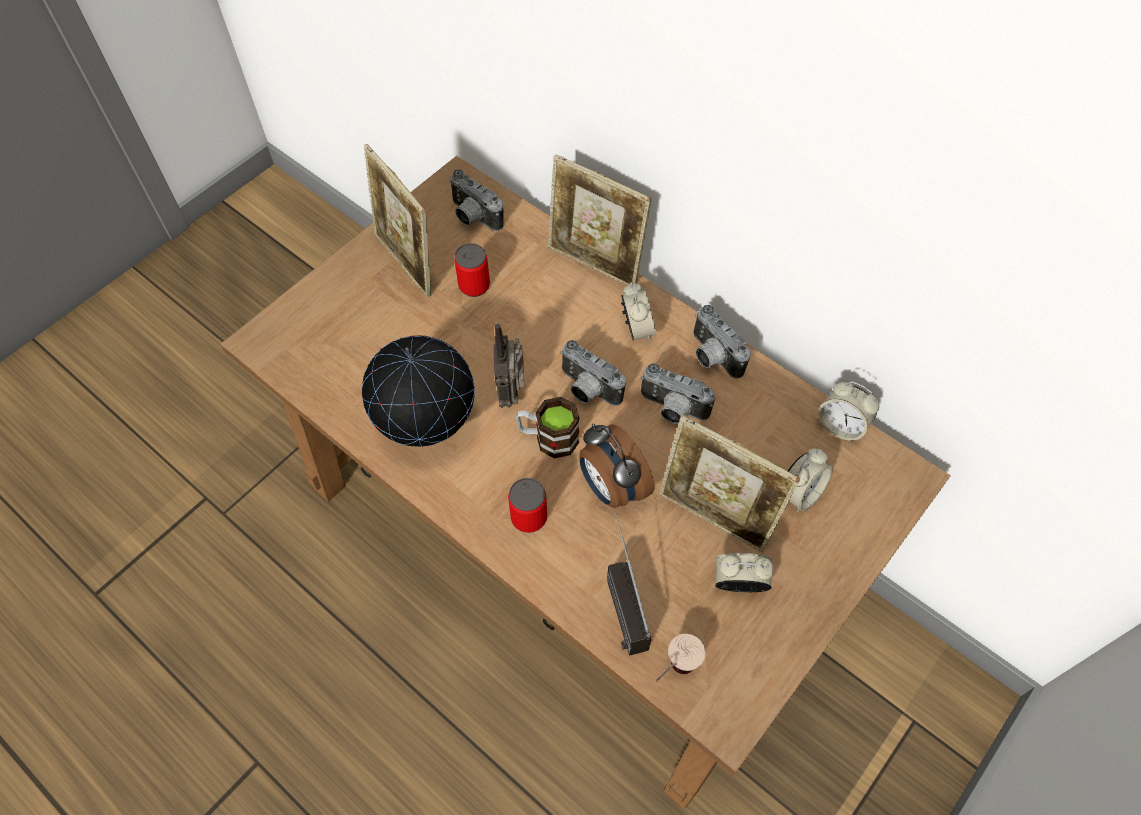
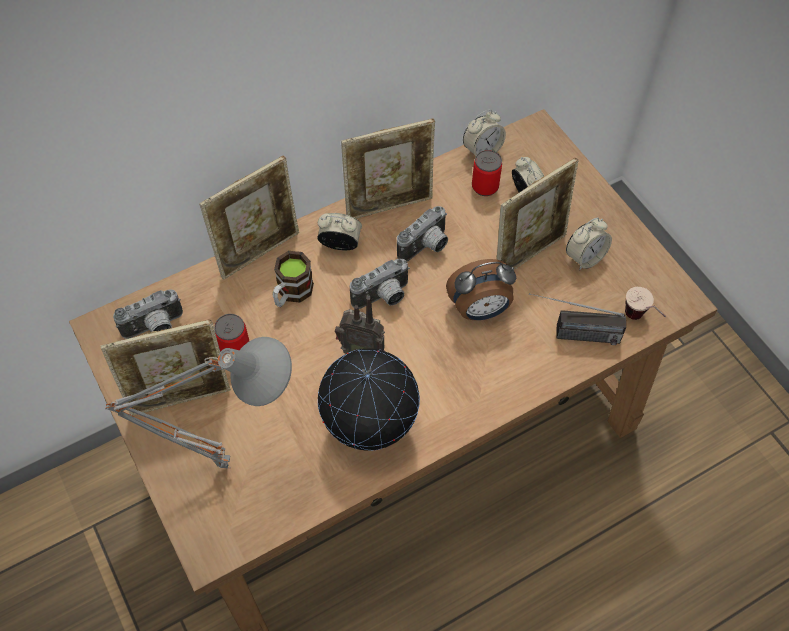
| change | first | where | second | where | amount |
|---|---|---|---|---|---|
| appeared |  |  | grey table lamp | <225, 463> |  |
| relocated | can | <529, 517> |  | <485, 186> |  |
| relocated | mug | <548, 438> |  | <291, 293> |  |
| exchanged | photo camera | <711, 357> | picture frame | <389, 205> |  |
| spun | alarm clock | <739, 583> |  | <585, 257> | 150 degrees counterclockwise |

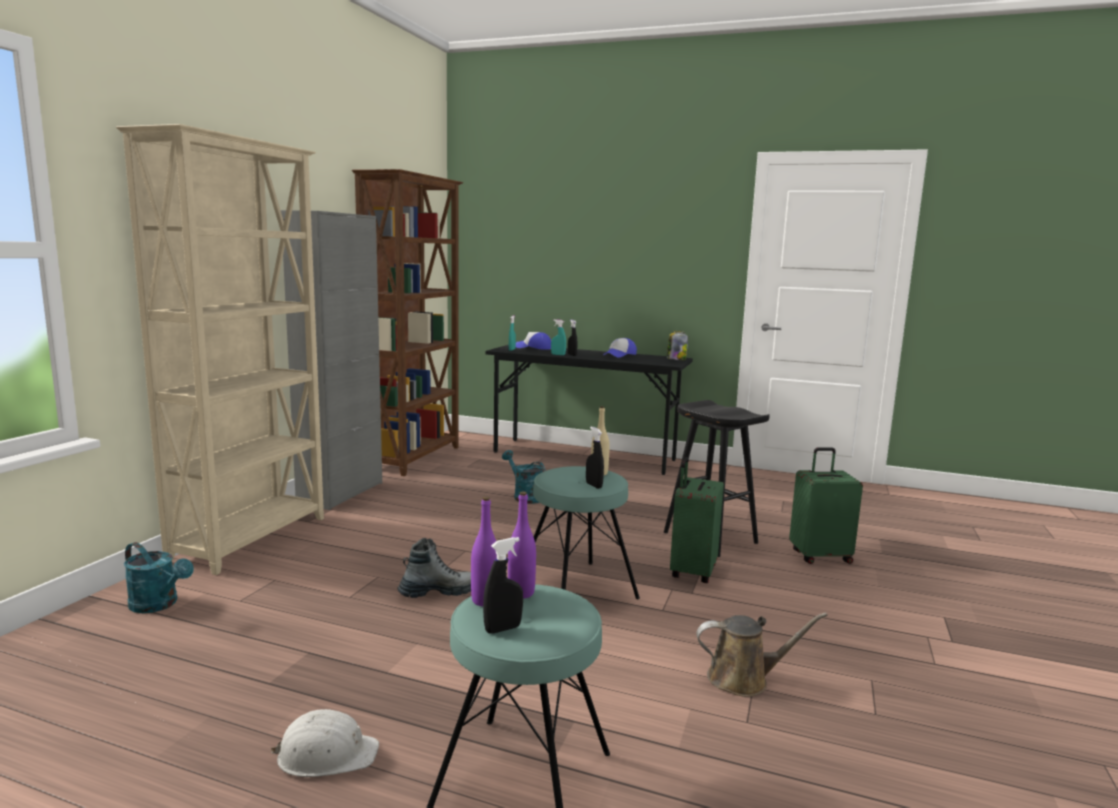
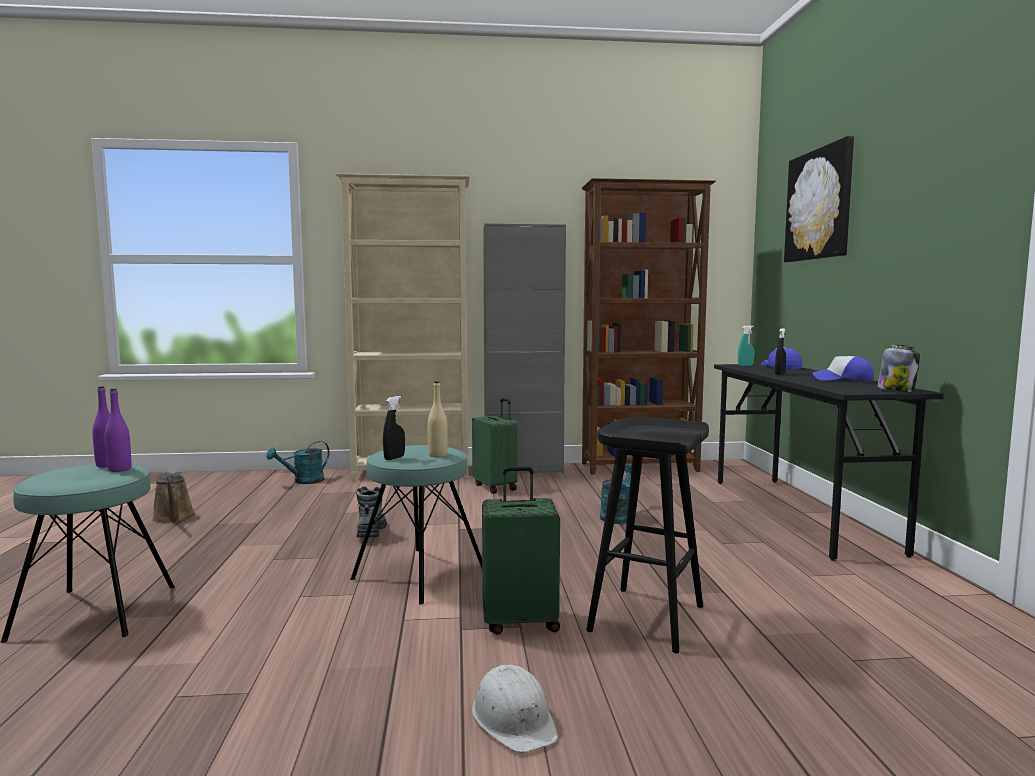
| change | first | where | second | where | amount |
|---|---|---|---|---|---|
| missing | black spray bottle | <503, 629> |  |  |  |
| missing | turquoise spray bottle | <558, 354> |  |  |  |
| appeared |  |  | picture | <819, 204> |  |
| relocated | white hard hat | <326, 755> |  | <514, 719> |  |
| relocated | brown watering can | <744, 679> |  | <173, 518> |  |
| relocated | green suitcase | <820, 556> |  | <496, 487> |  |
| spun | turquoise watering can | <159, 605> |  | <303, 481> | 45 degrees clockwise |
| spun | boot | <438, 592> |  | <371, 532> | 135 degrees counterclockwise |

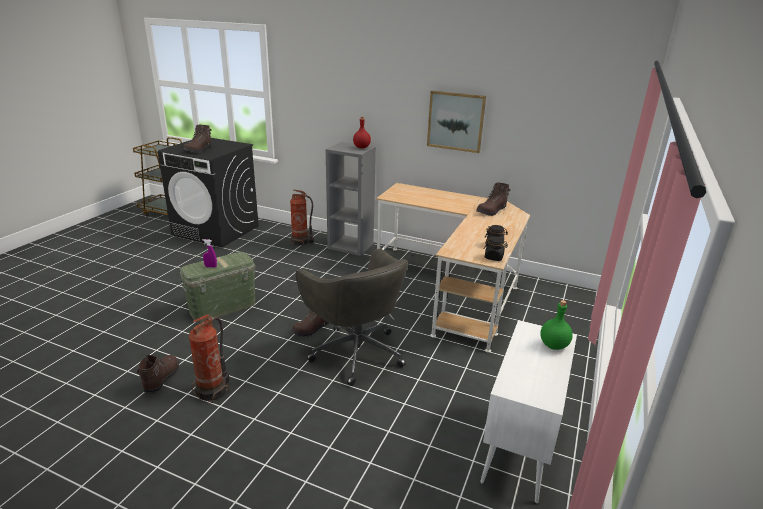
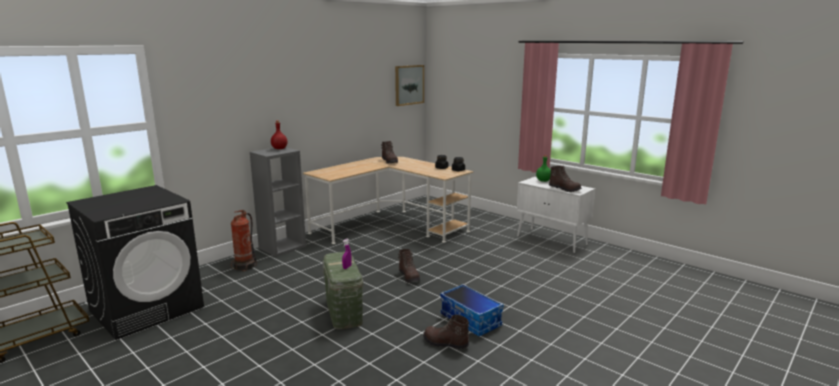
| change | first | where | second | where | amount |
|---|---|---|---|---|---|
| missing | grey office chair | <355, 351> |  |  |  |
| relocated | brown boot | <199, 150> |  | <565, 189> |  |
| relocated | picture | <456, 121> |  | <409, 85> |  |
| exchanged | fire extinguisher | <213, 390> | storage box | <471, 320> |  |

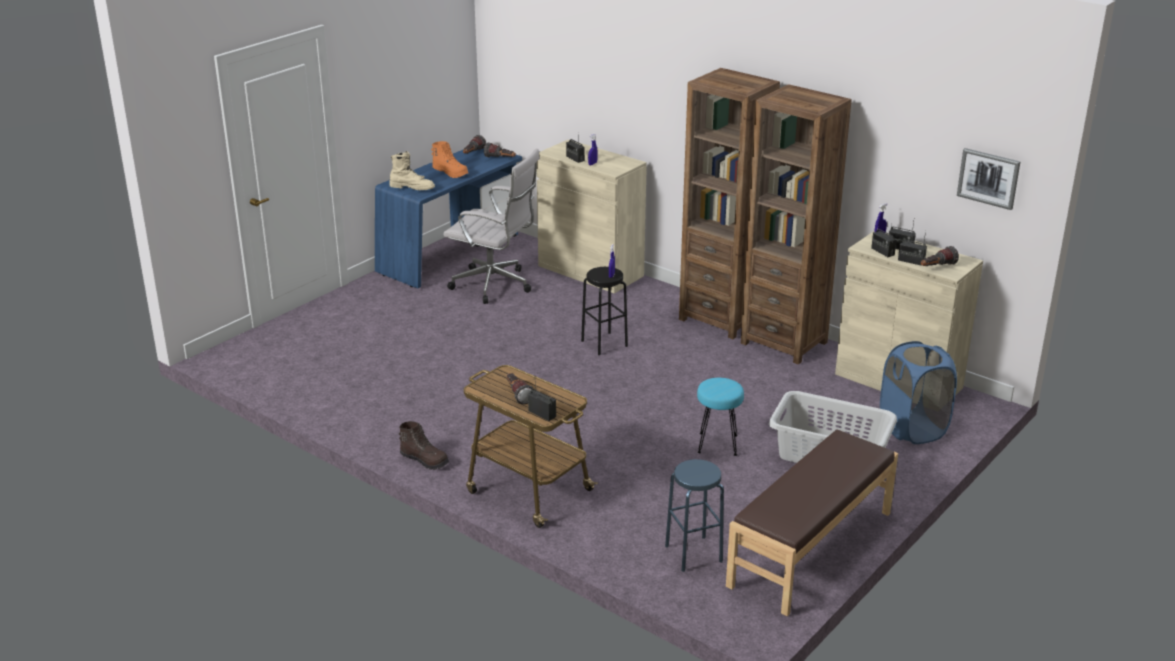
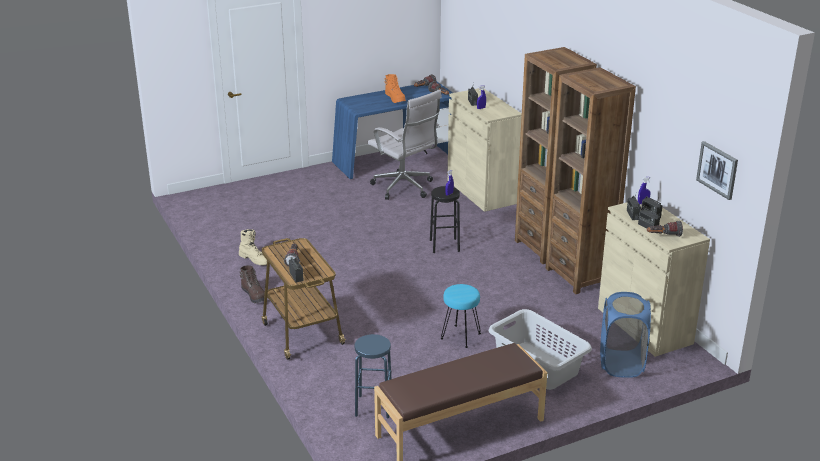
| change | first | where | second | where | amount |
|---|---|---|---|---|---|
| relocated | beige boot | <412, 188> |  | <255, 259> |  |

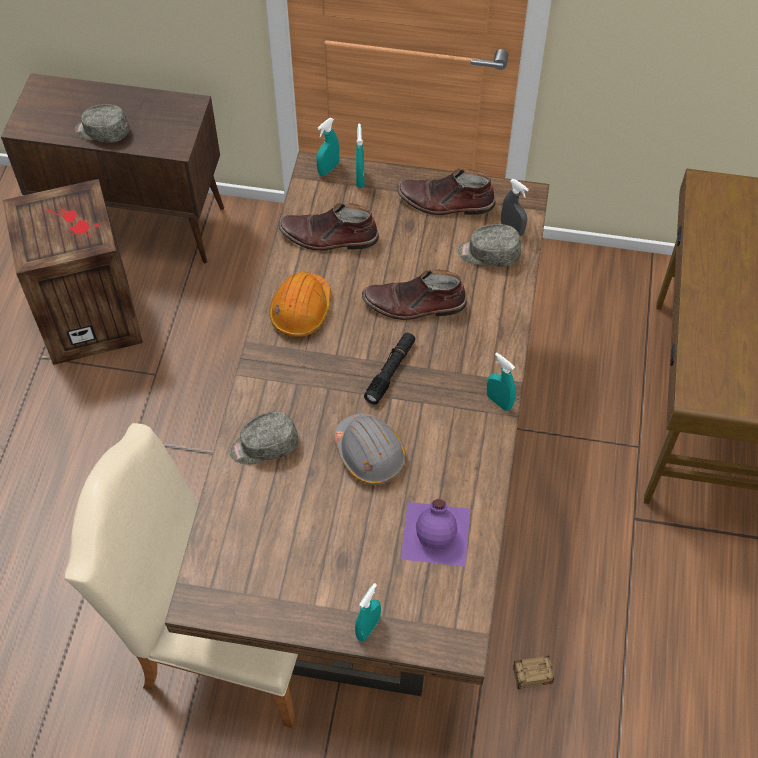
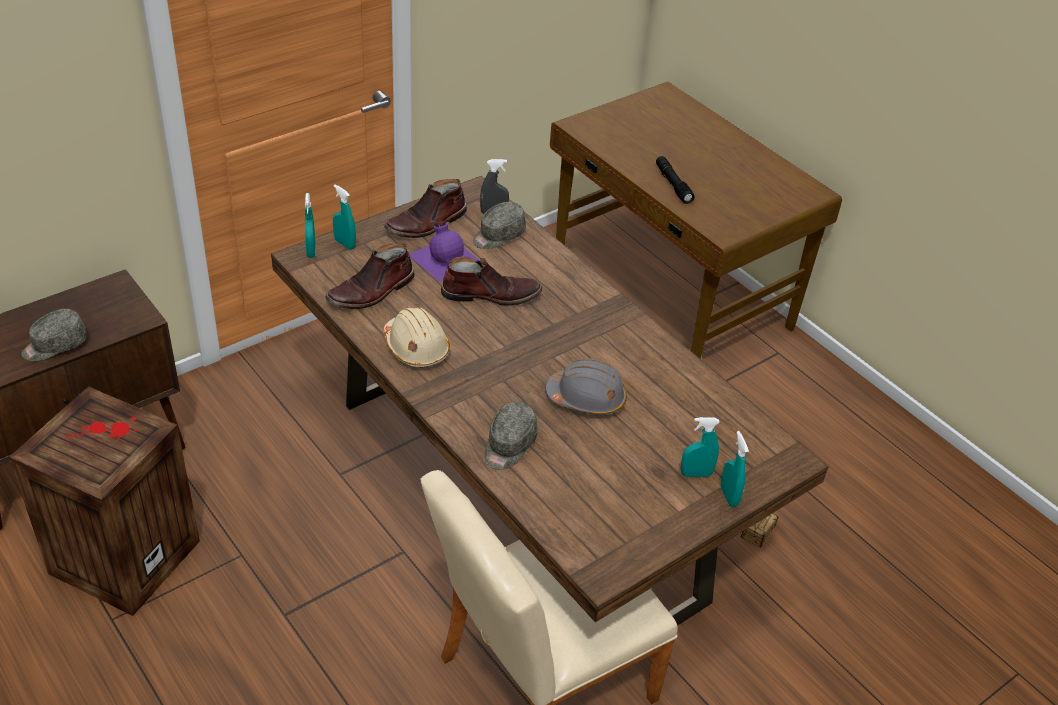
| change | first | where | second | where | amount |
|---|---|---|---|---|---|
| relocated | black flashlight | <390, 371> |  | <673, 184> |  |
| relocated | purple bottle | <437, 532> |  | <445, 257> |  |
| relocated | turquoise spray bottle | <499, 402> |  | <696, 474> |  |
| colour | orange hard hat | <301, 310> | beige hard hat | <416, 347> |  |
| spun | brown boot | <414, 305> |  | <491, 294> | 135 degrees counterclockwise |

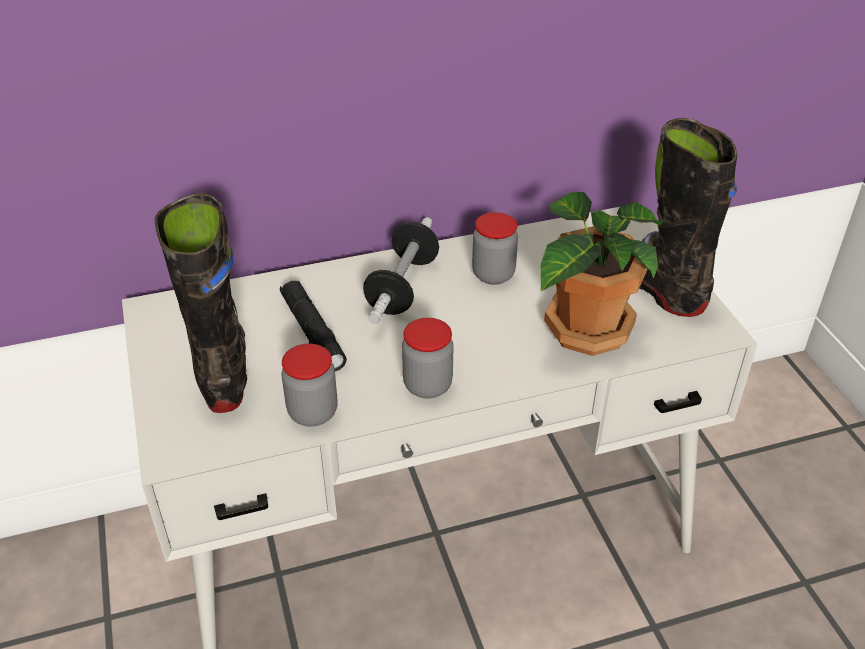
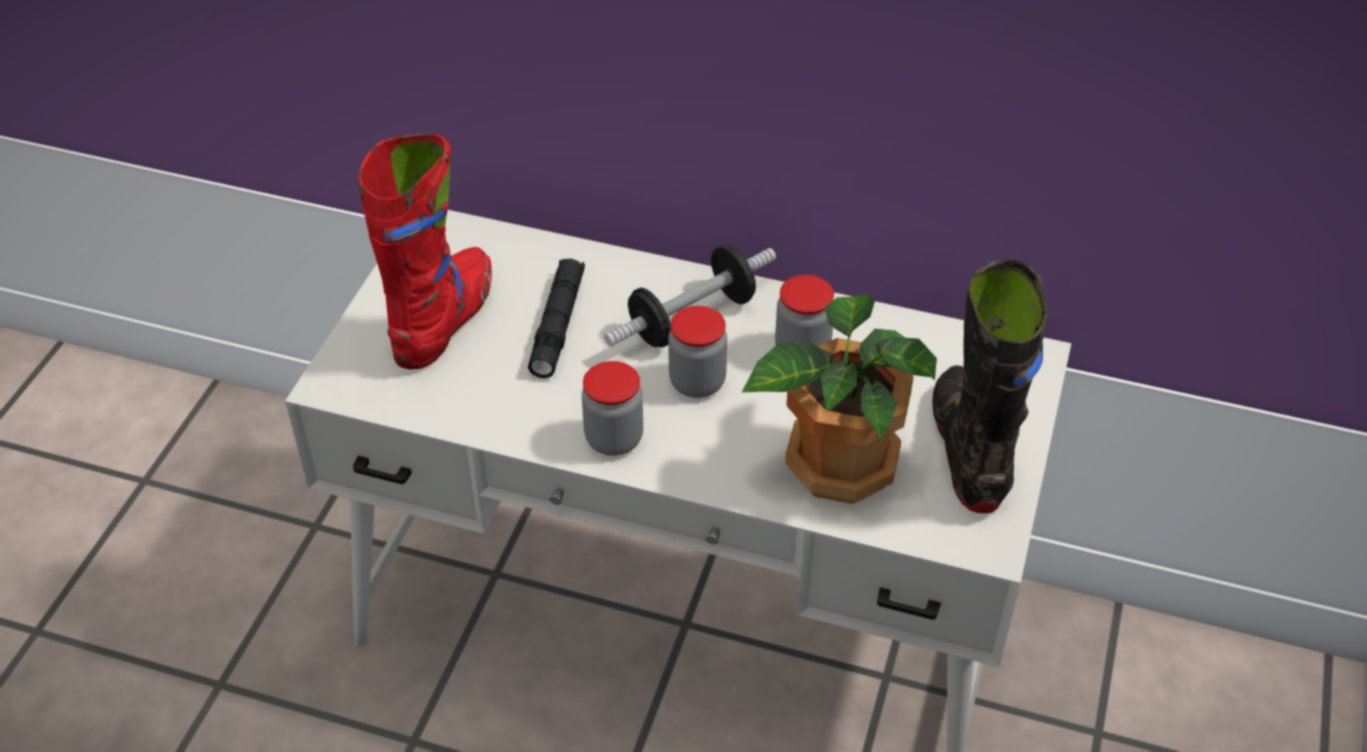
| change | first | where | second | where | amount |
|---|---|---|---|---|---|
| relocated | jar | <313, 412> |  | <697, 382> |  |
| colour | black boot | <222, 367> | red boot | <444, 320> |  |

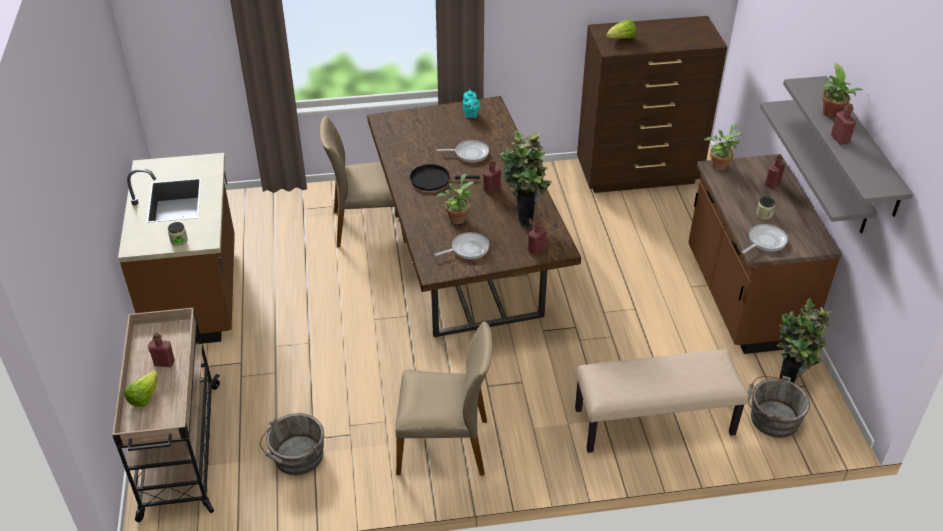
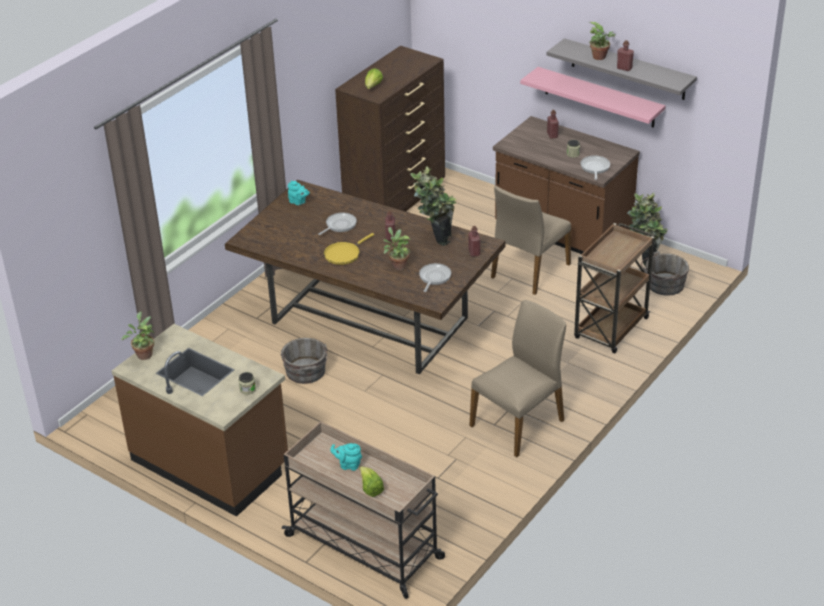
| change | first | where | second | where | amount |
|---|---|---|---|---|---|
| relocated | grey bucket | <296, 457> |  | <306, 372> |  |
| relocated | beige chair | <368, 225> |  | <529, 270> |  |
| relocated | potted plant | <719, 165> |  | <144, 354> |  |
| exchanged | red bottle | <164, 363> | turquoise teapot | <348, 465> |  |
| exchanged | beige bench | <654, 423> | brown cart | <610, 329> |  |
| colour | black frying pan | <433, 180> | yellow frying pan | <344, 254> |  |
| colour | grey shelf | <832, 167> | pink shelf | <599, 97> |  |

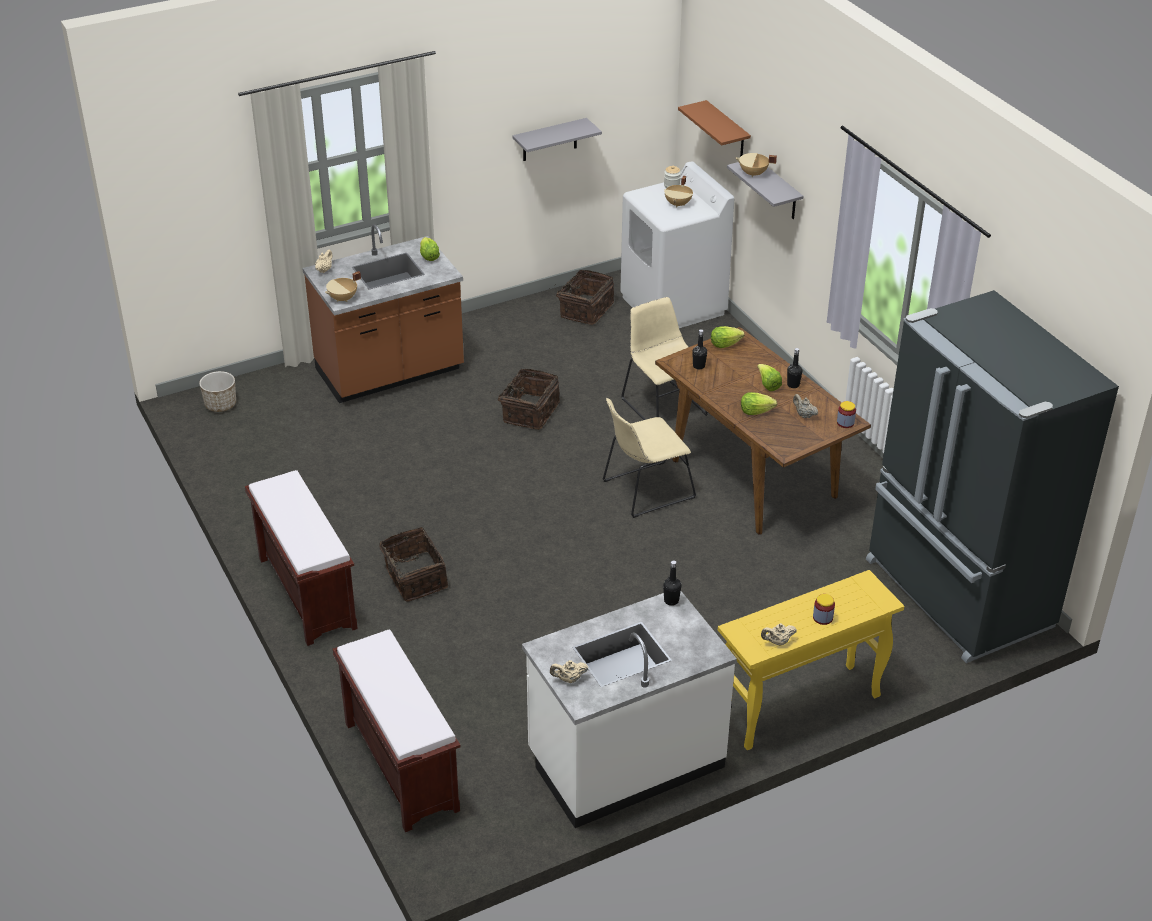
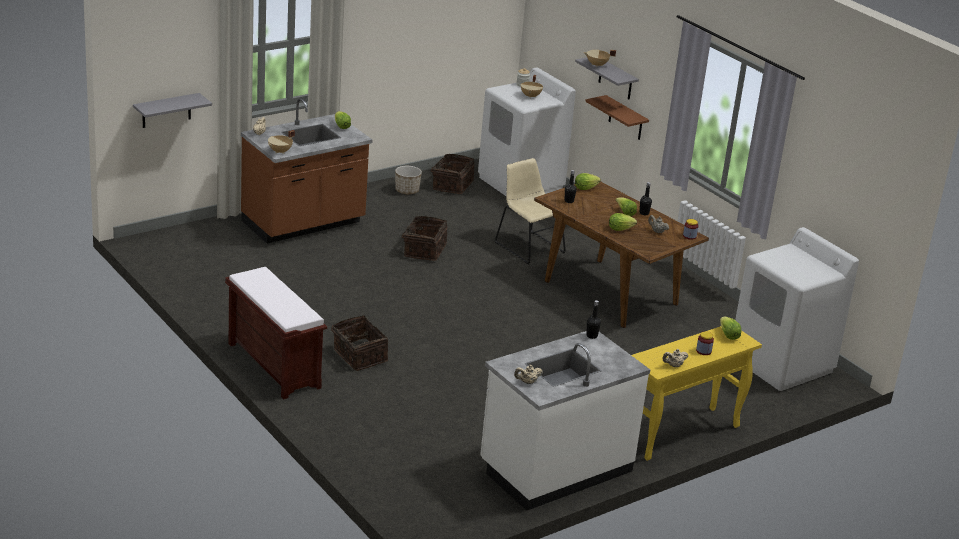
| change | first | where | second | where | amount |
|---|---|---|---|---|---|
| missing | brown bench | <399, 765> |  |  |  |
| missing | beige chair | <644, 490> |  |  |  |
| appeared |  |  | lettuce | <728, 335> |  |
| relocated | planter | <220, 405> |  | <407, 191> |  |
| relocated | grey shelf | <549, 140> |  | <166, 110> |  |
| relocated | brown shelf | <727, 131> |  | <625, 118> |  |
| exchanged | black fridge | <956, 595> | white washing machine | <781, 364> |  |

